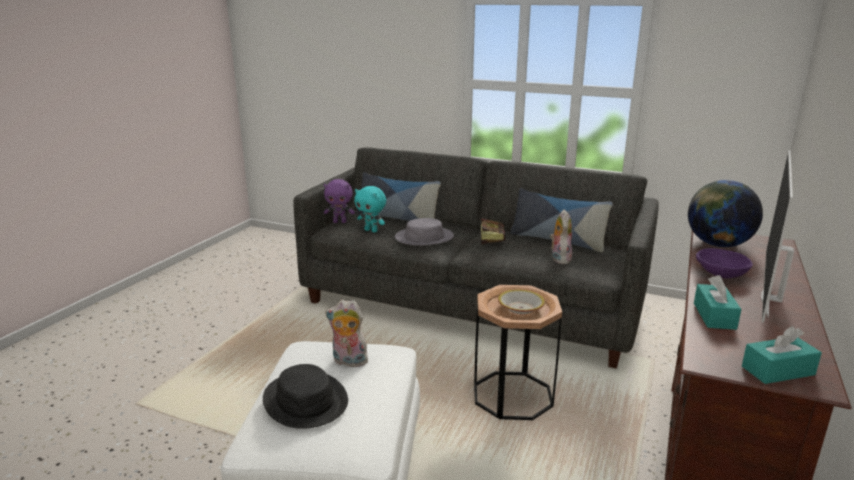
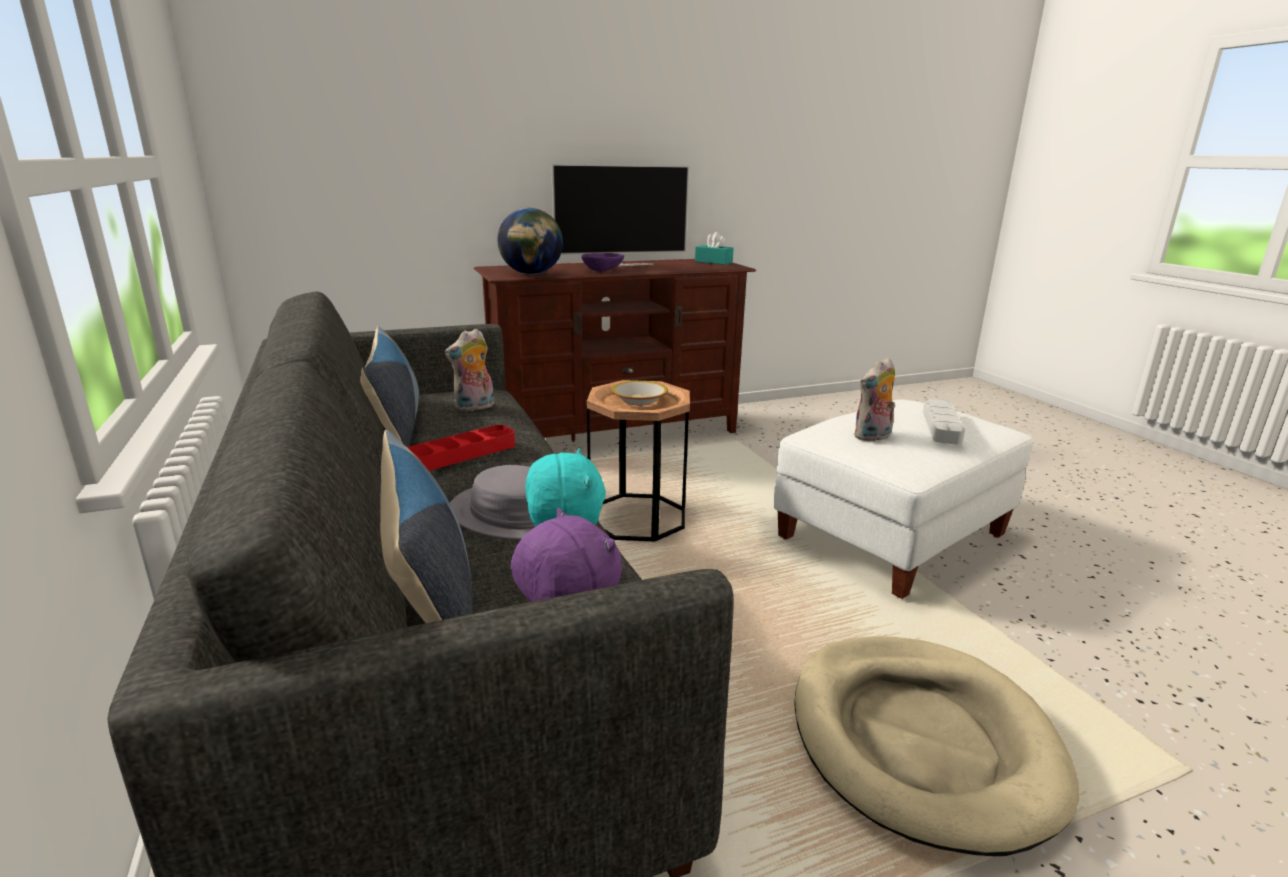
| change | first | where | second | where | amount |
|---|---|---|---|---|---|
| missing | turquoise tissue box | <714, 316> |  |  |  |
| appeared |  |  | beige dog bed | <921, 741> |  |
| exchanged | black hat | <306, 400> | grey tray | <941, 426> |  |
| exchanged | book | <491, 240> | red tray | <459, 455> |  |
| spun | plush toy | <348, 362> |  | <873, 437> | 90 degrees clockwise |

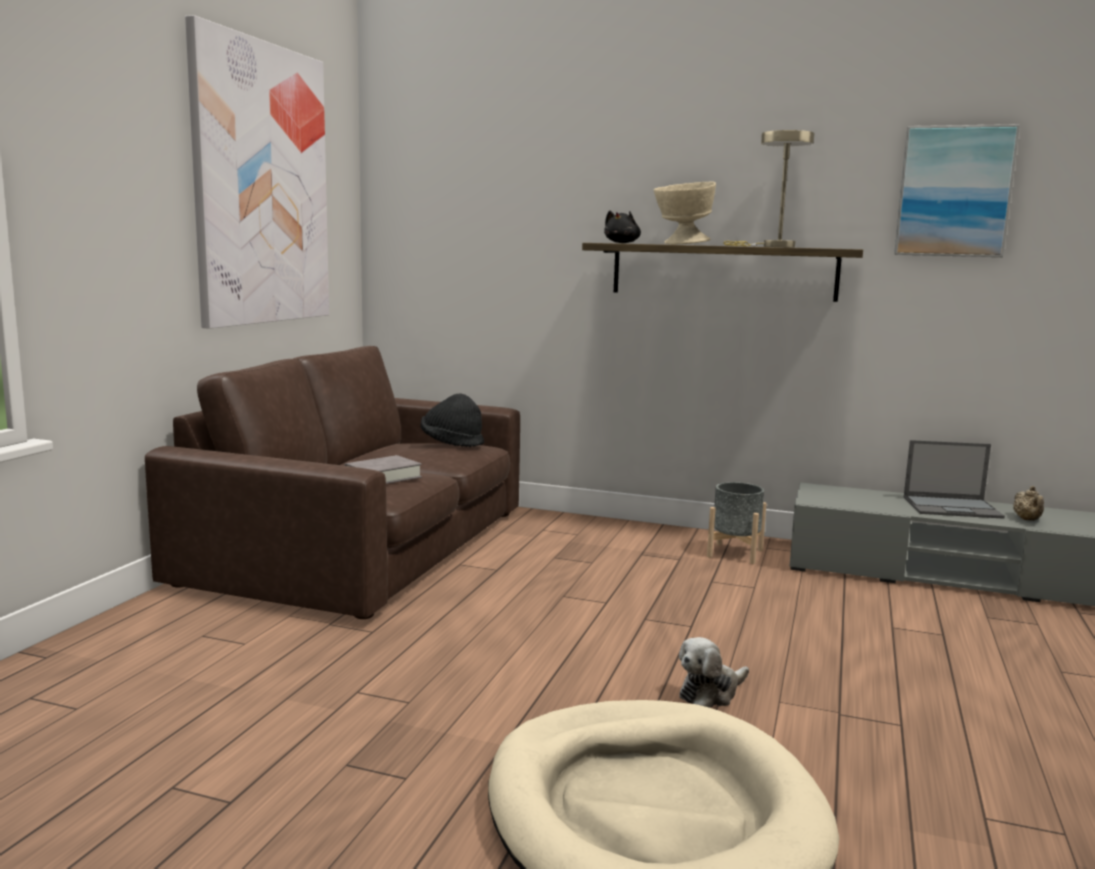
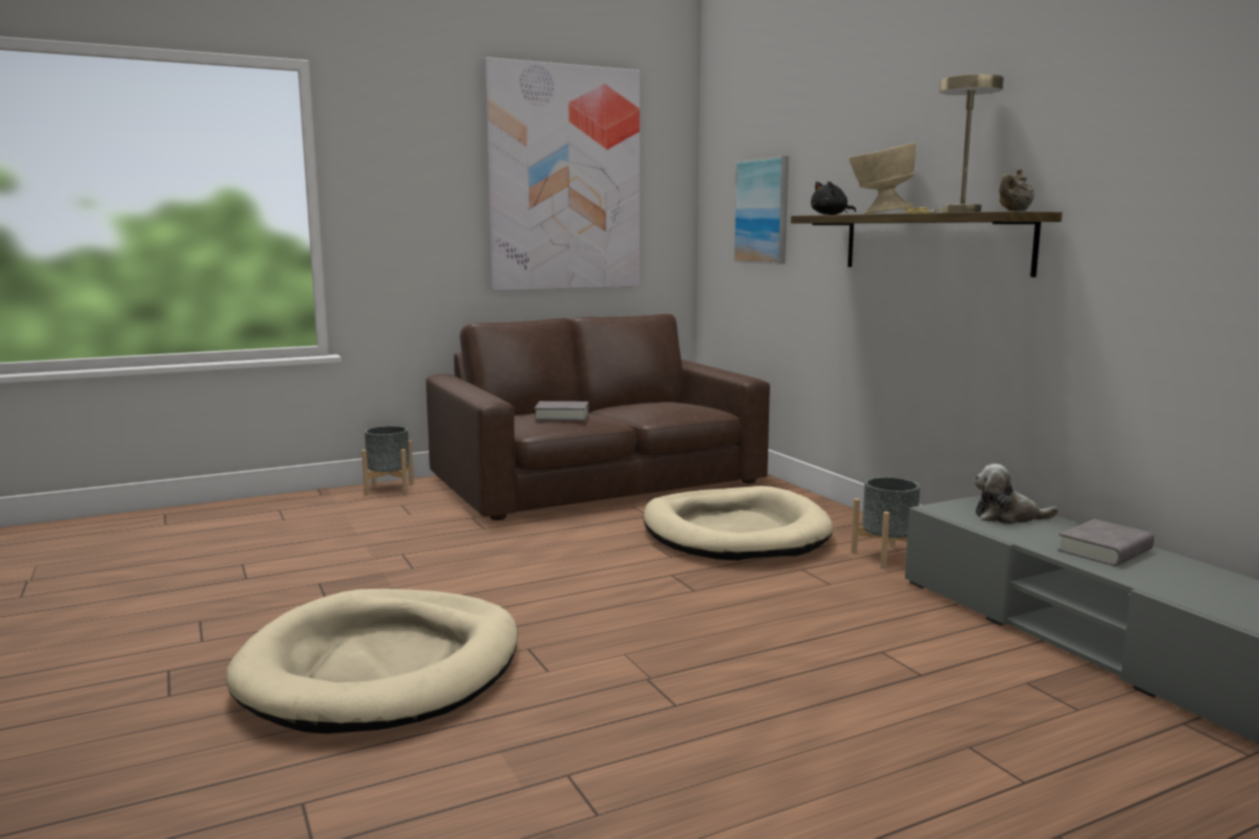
| change | first | where | second | where | amount |
|---|---|---|---|---|---|
| missing | black hat | <451, 443> |  |  |  |
| appeared |  |  | grey planter | <389, 488> |  |
| appeared |  |  | beige dog bed | <734, 532> |  |
| relocated | plush toy | <711, 693> |  | <1008, 517> |  |
| relocated | picture | <954, 192> |  | <762, 211> |  |
| relocated | beige teapot | <1027, 520> |  | <1015, 211> |  |
| exchanged | laptop | <953, 507> | grey book | <1104, 550> |  |

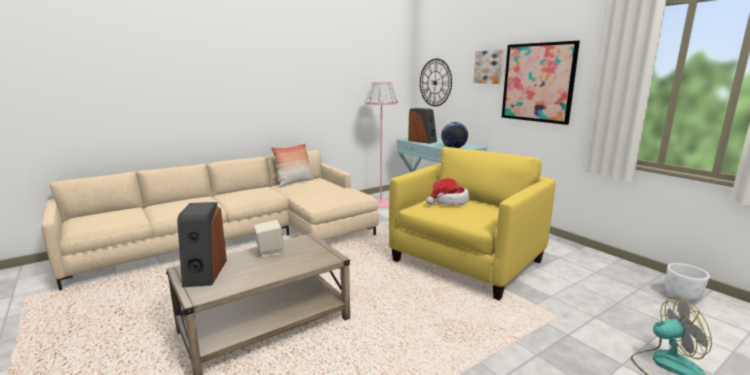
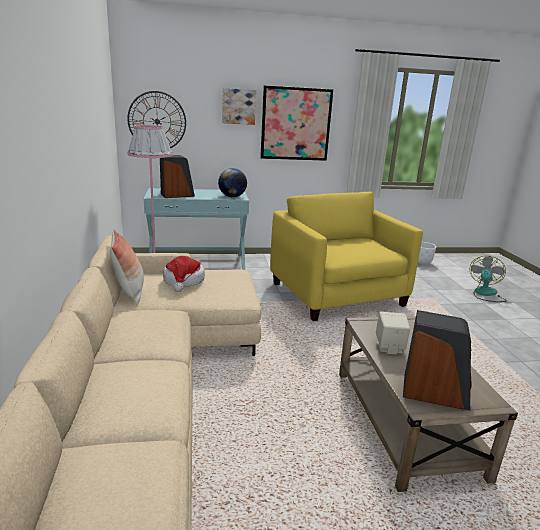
| change | first | where | second | where | amount |
|---|---|---|---|---|---|
| relocated | hat | <448, 201> |  | <183, 281> |  |

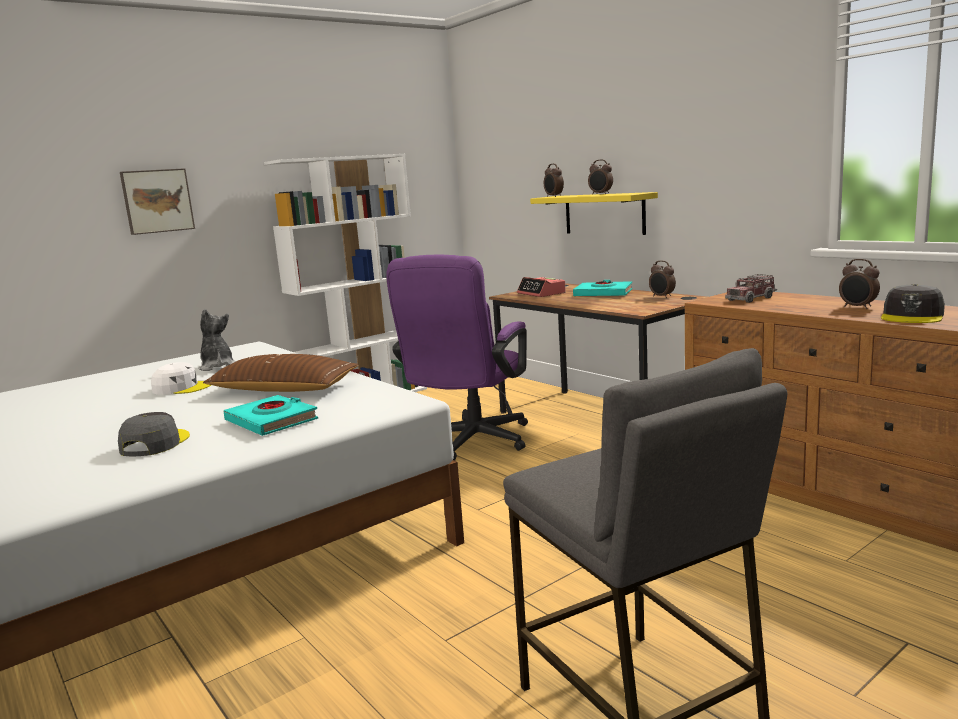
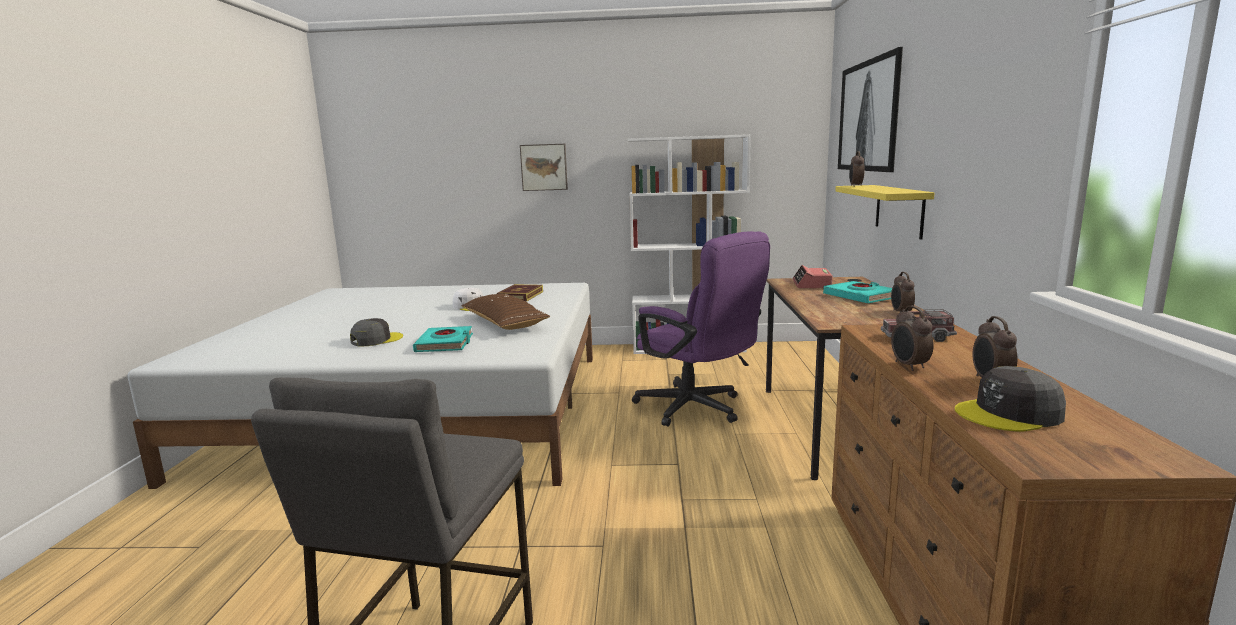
| change | first | where | second | where | amount |
|---|---|---|---|---|---|
| appeared |  |  | picture | <867, 116> |  |
| relocated | alarm clock | <600, 194> |  | <908, 366> |  |
| exchanged | plush toy | <217, 366> | book | <520, 296> |  |
| spun | purple office chair | <470, 443> |  | <697, 409> | 105 degrees counterclockwise |

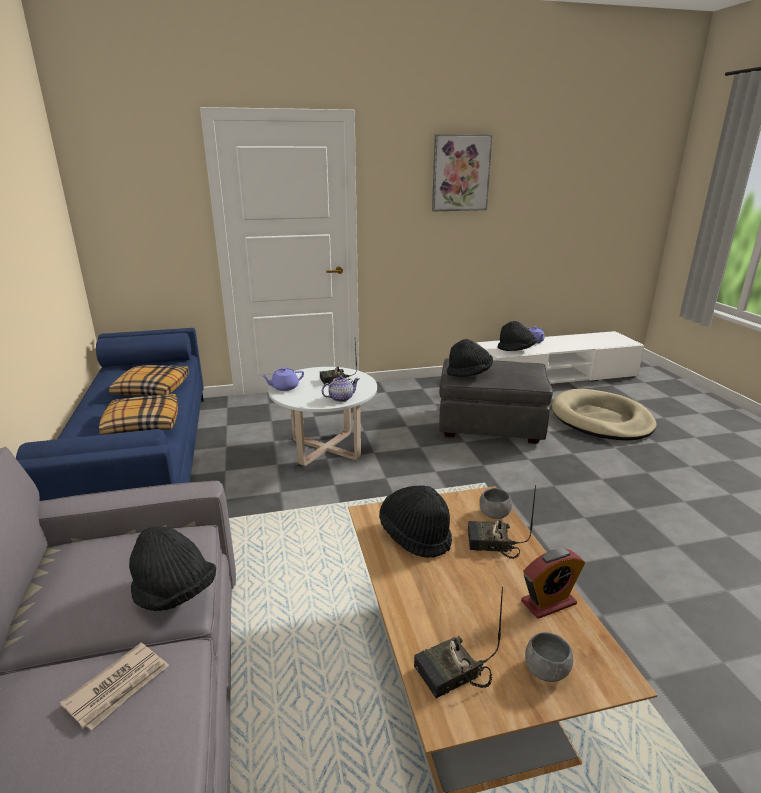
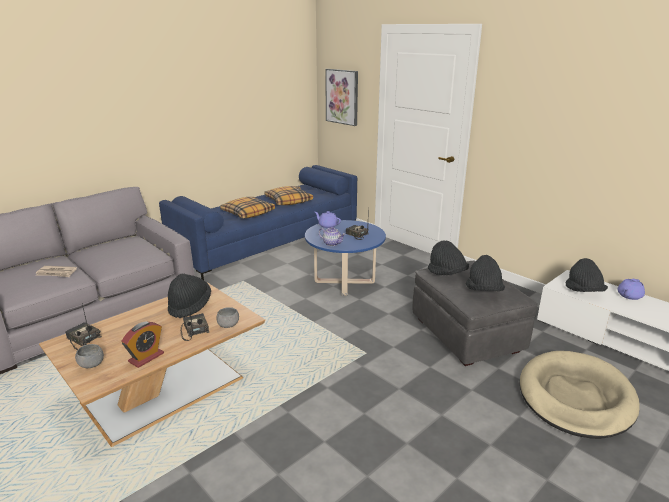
| change | first | where | second | where | amount |
|---|---|---|---|---|---|
| relocated | black hat | <174, 593> |  | <483, 291> |  |
| relocated | picture | <460, 173> |  | <342, 97> |  |
| colour | white coffee table | <326, 448> | blue coffee table | <344, 282> |  |
| spun | alarm clock | <548, 602> |  | <146, 357> | 90 degrees counterclockwise |

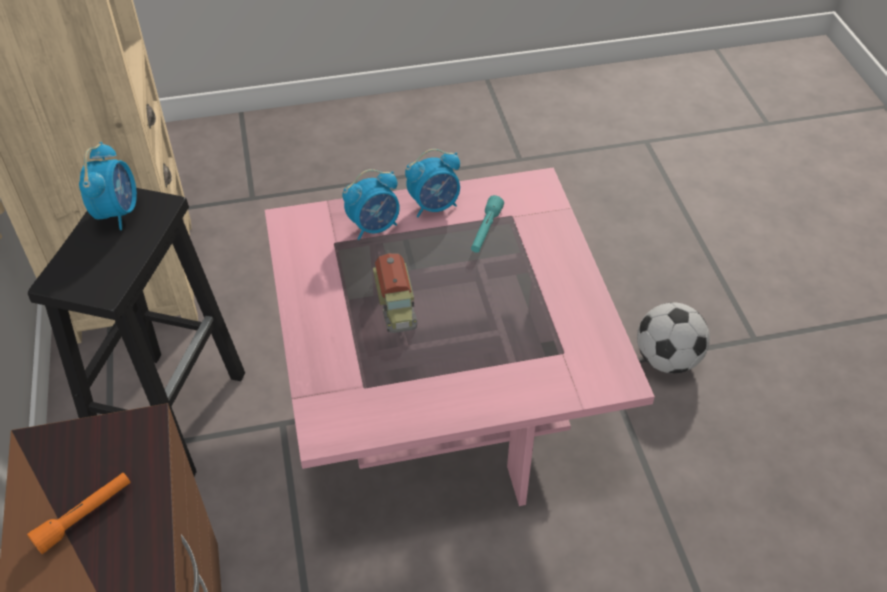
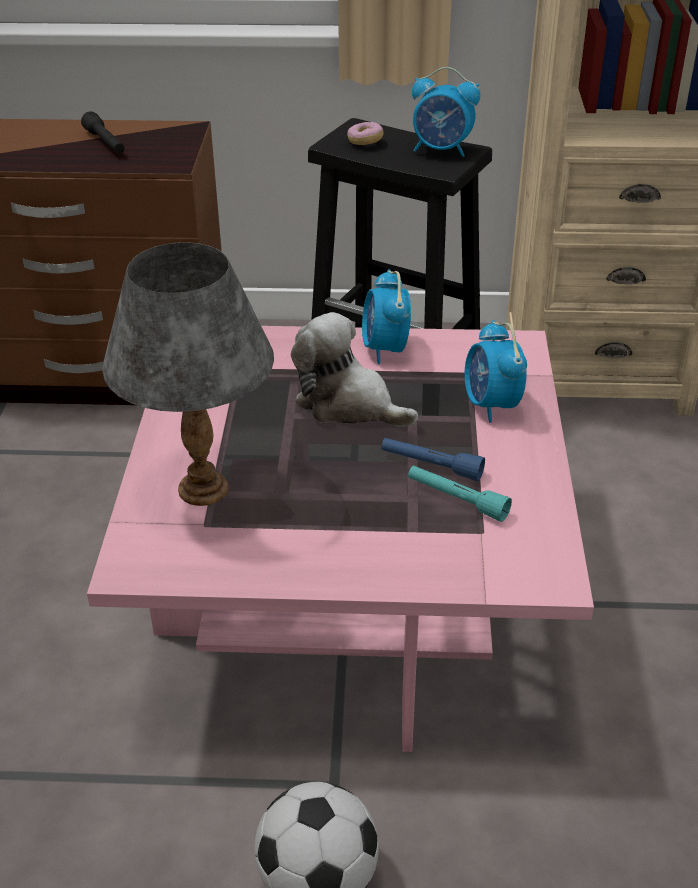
| change | first | where | second | where | amount |
|---|---|---|---|---|---|
| appeared |  |  | grey table lamp | <202, 488> |  |
| appeared |  |  | donut | <365, 141> |  |
| appeared |  |  | blue flashlight | <431, 466> |  |
| relocated | alarm clock | <434, 206> |  | <385, 349> |  |
| exchanged | toy truck | <396, 304> | plush toy | <348, 404> |  |
| colour | orange flashlight | <85, 516> | black flashlight | <105, 143> |  |

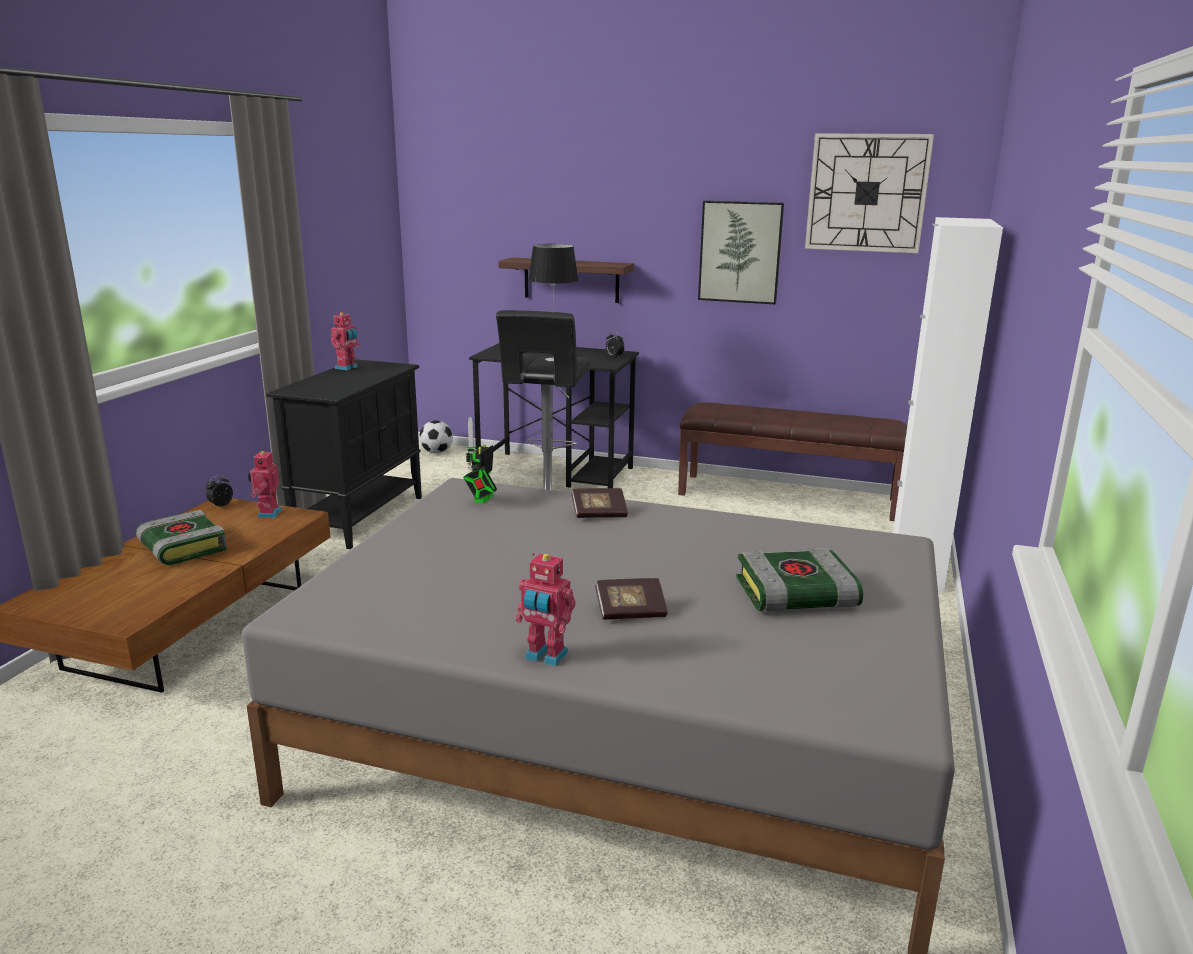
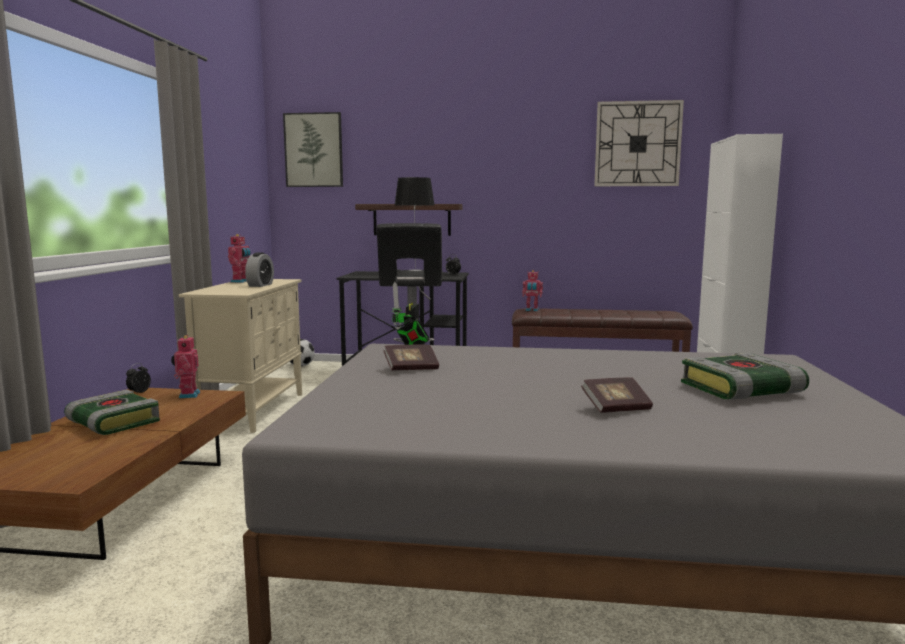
| change | first | where | second | where | amount |
|---|---|---|---|---|---|
| appeared |  |  | alarm clock | <260, 285> |  |
| relocated | toy robot | <545, 656> |  | <532, 310> |  |
| relocated | book | <599, 514> |  | <411, 368> |  |
| relocated | picture | <740, 252> |  | <314, 150> |  |
| colour | black cabinet | <360, 517> | beige cabinet | <253, 410> |  |

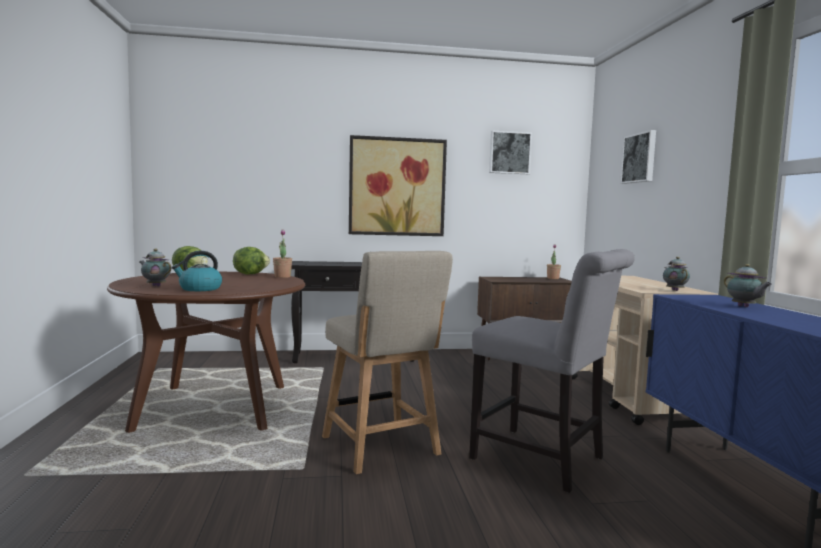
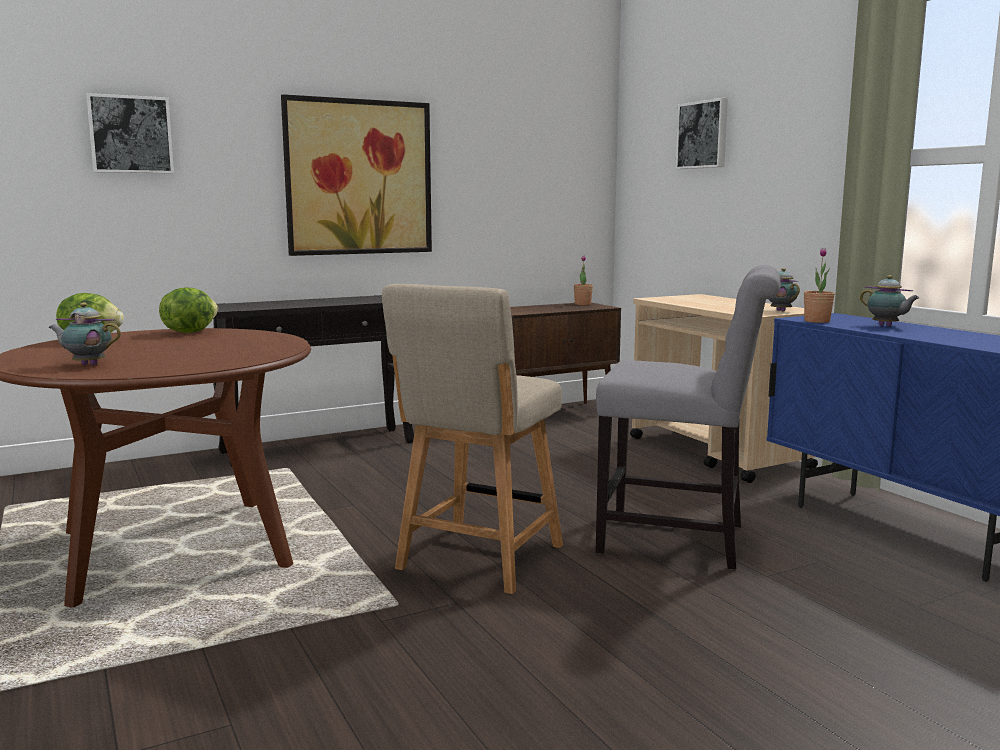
| change | first | where | second | where | amount |
|---|---|---|---|---|---|
| missing | kettle | <199, 289> |  |  |  |
| relocated | potted plant | <282, 277> |  | <817, 321> |  |
| relocated | picture | <509, 153> |  | <130, 134> |  |
| spun | beige chair | <382, 448> |  | <477, 560> | 75 degrees clockwise |

